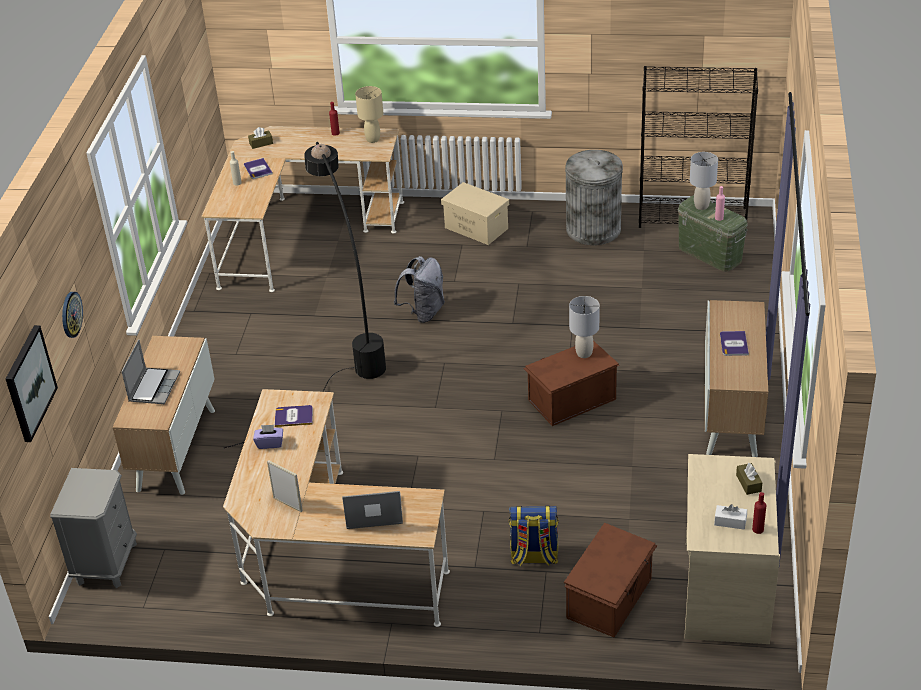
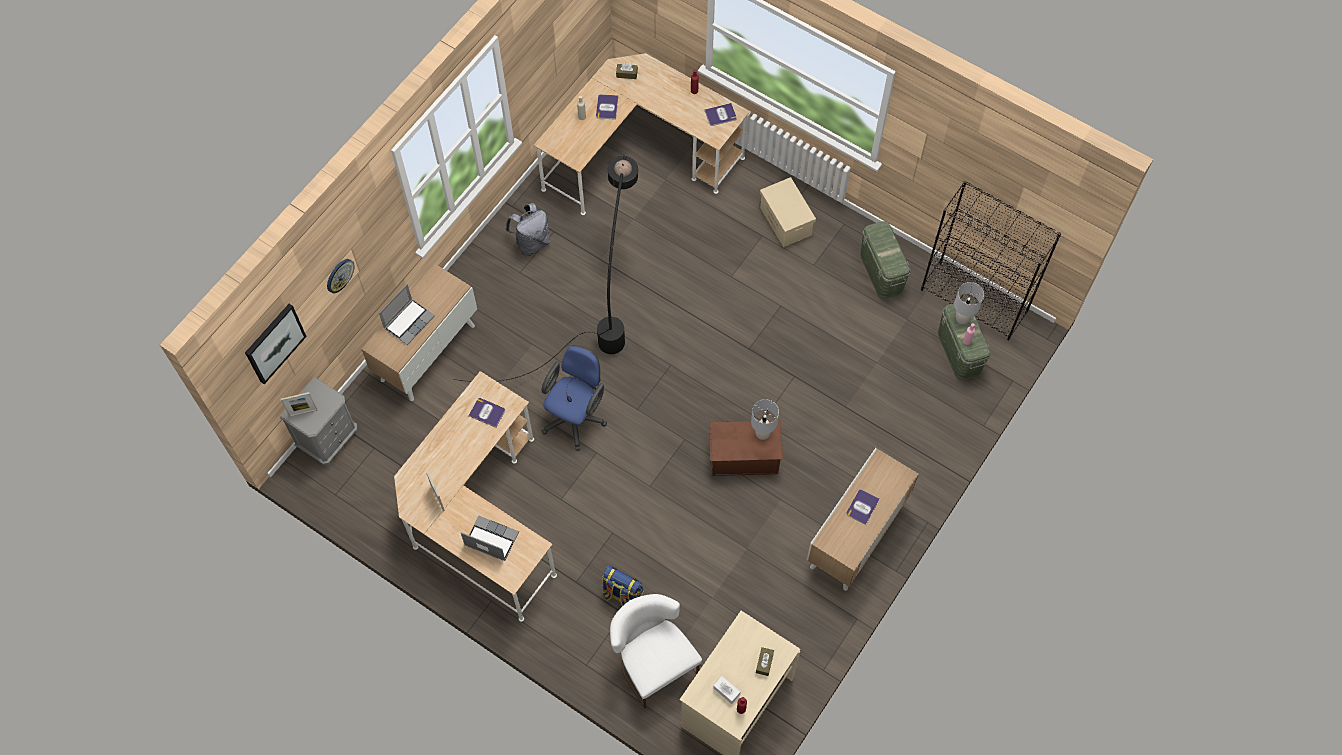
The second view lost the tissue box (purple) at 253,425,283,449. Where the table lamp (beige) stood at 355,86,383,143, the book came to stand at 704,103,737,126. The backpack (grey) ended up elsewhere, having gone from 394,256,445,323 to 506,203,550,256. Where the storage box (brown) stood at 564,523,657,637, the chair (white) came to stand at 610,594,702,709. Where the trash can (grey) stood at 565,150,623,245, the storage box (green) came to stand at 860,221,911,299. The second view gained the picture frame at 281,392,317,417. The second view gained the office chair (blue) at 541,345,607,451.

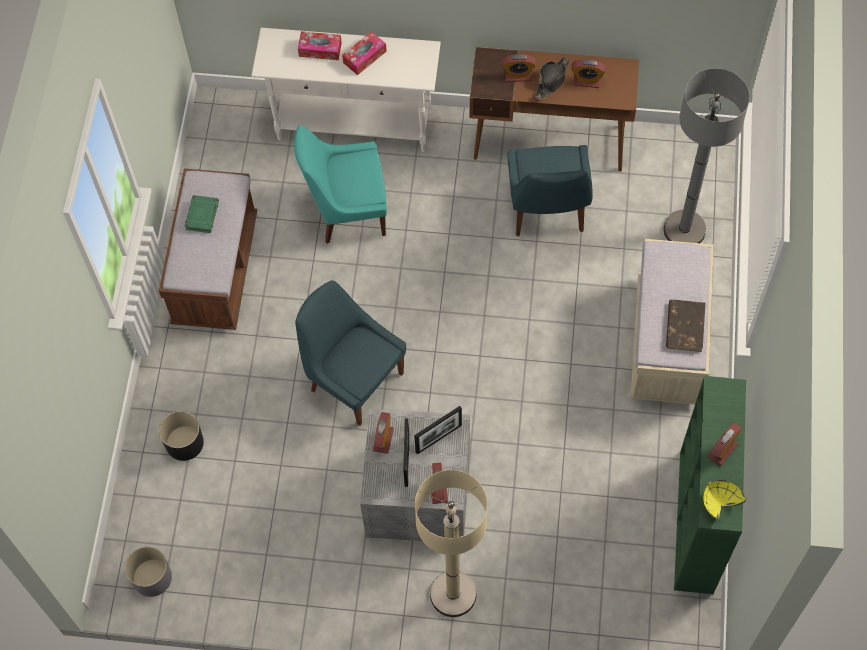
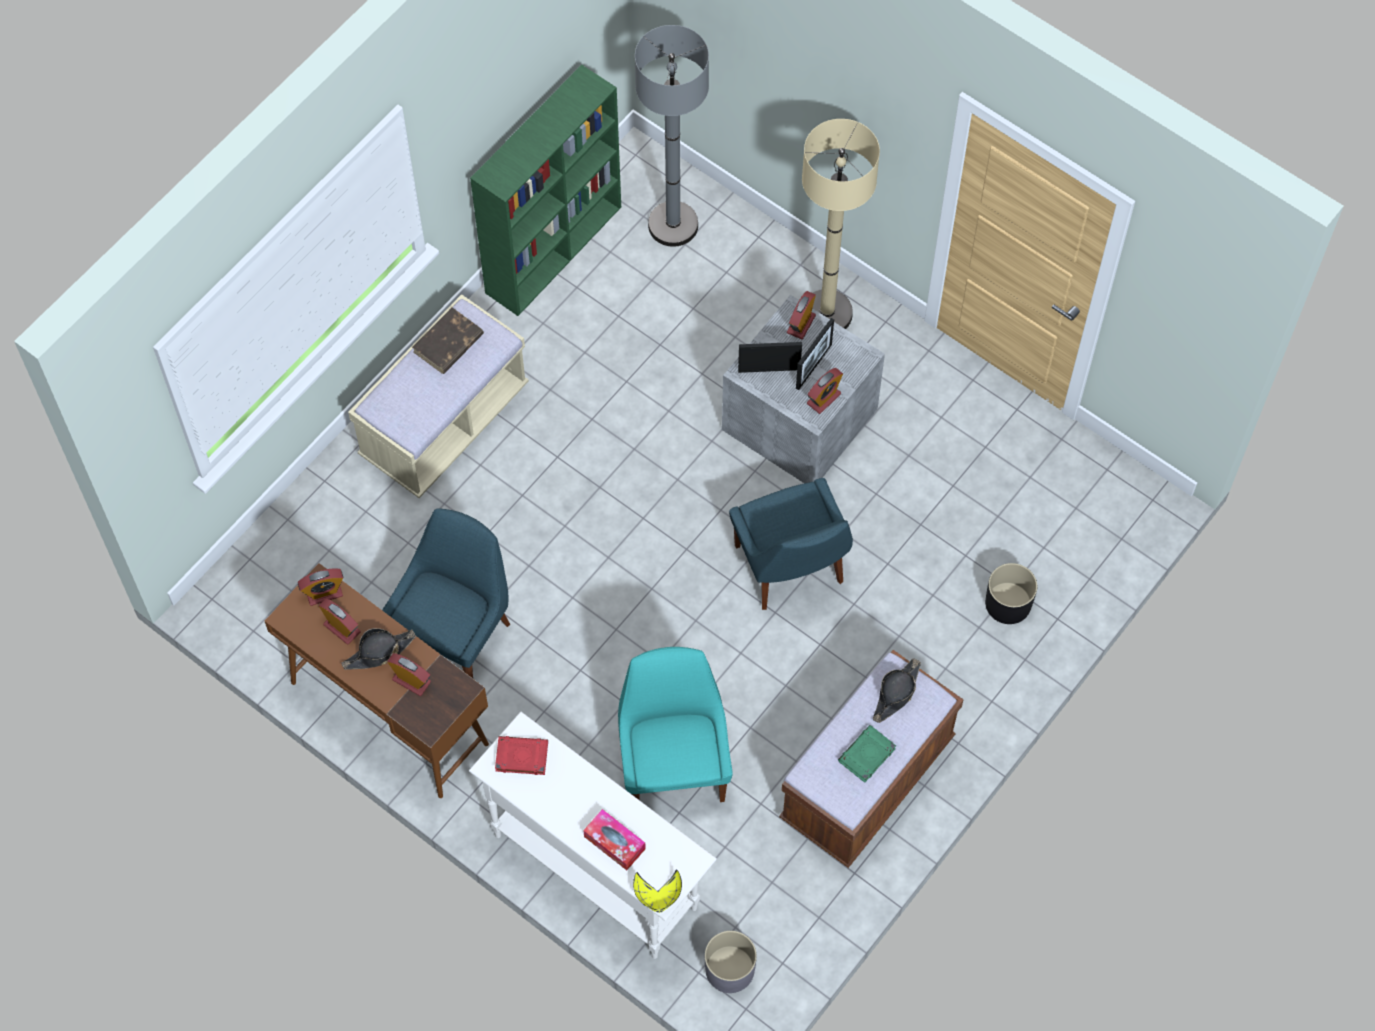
The planter (grey) ended up elsewhere, having gone from 125,546,172,597 to 705,931,757,993. The chair (turquoise) at 294,125,387,244 ended up facing another way, 120 degrees counterclockwise from before. The second view lost the tissue box at 342,31,387,75. The floor lamp (grey) ended up elsewhere, having gone from 664,68,750,243 to 635,25,709,247. The bowl (yellow) ended up elsewhere, having gone from 703,480,746,520 to 633,869,682,913. The alarm clock ended up elsewhere, having gone from 707,423,742,466 to 298,569,344,606. The second view gained the book (red) at 495,736,548,775. The second view gained the hat (black) at 873,658,921,723.

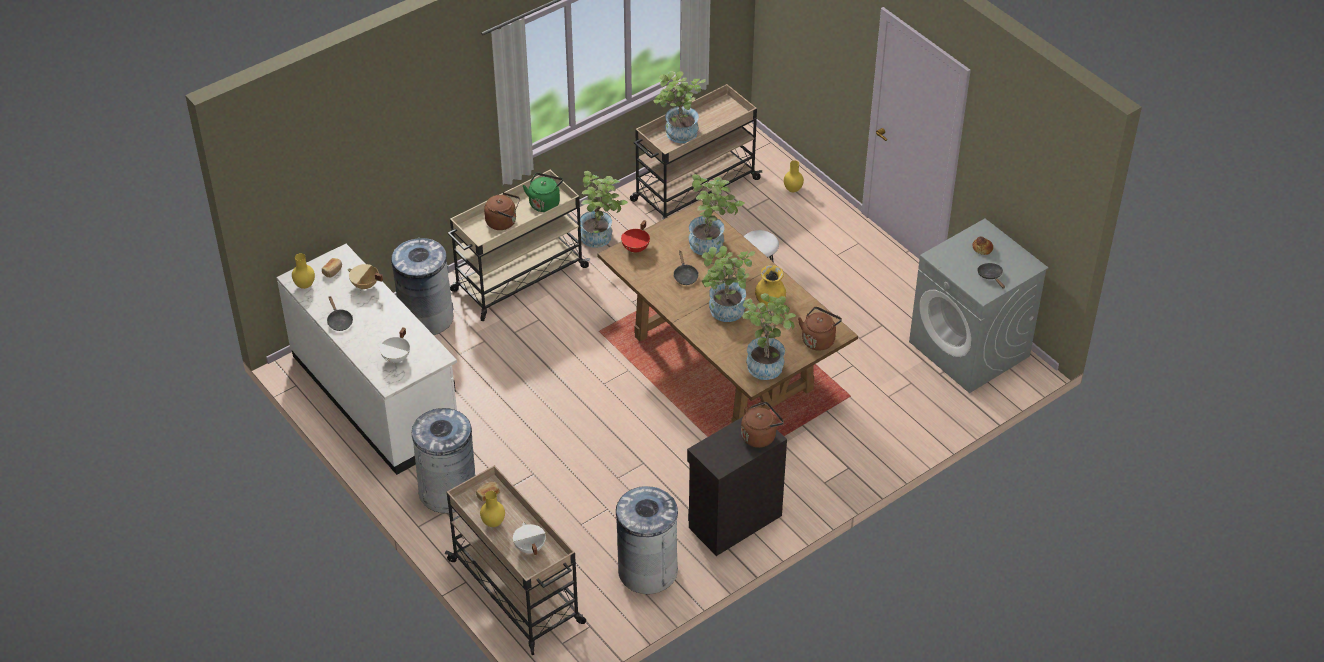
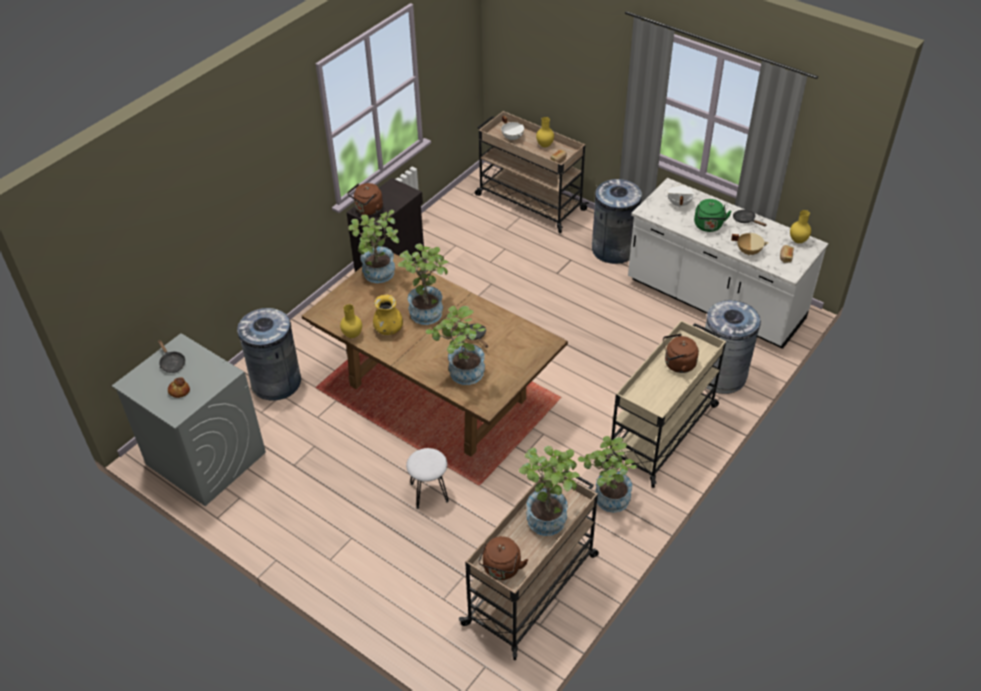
The kettle (green) ended up elsewhere, having gone from 523,173,563,212 to 694,199,732,232. The trash can (grey) ended up elsewhere, having gone from 616,486,678,594 to 237,308,301,401. The second view lost the cooking pot (red) at 621,220,650,253. The vase (yellow) ended up elsewhere, having gone from 784,160,804,192 to 340,304,362,338. The kettle (brown) ended up elsewhere, having gone from 798,307,842,351 to 478,536,528,580.

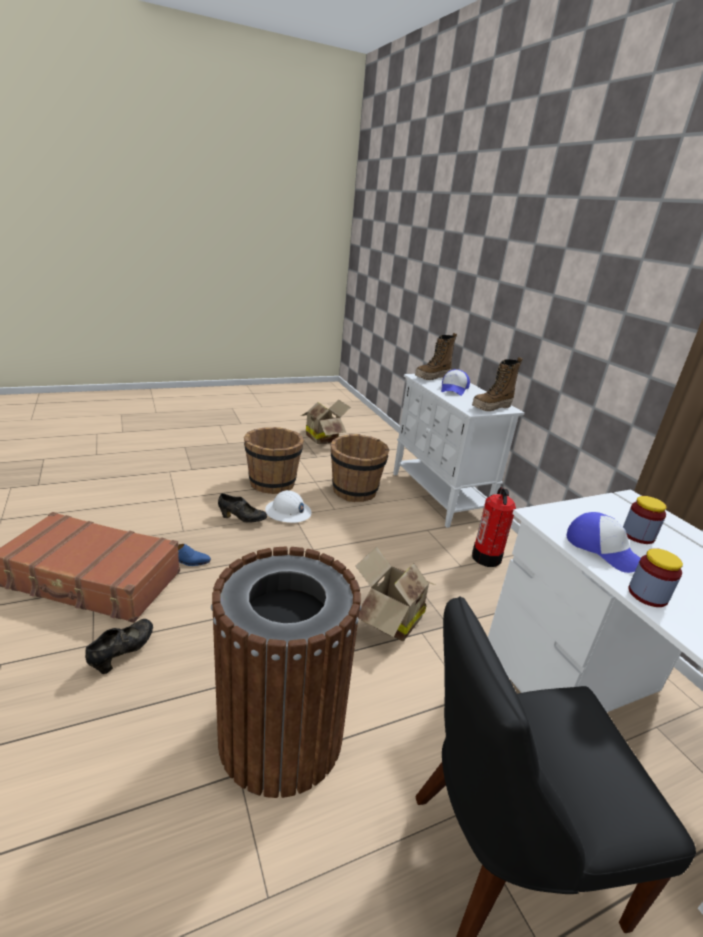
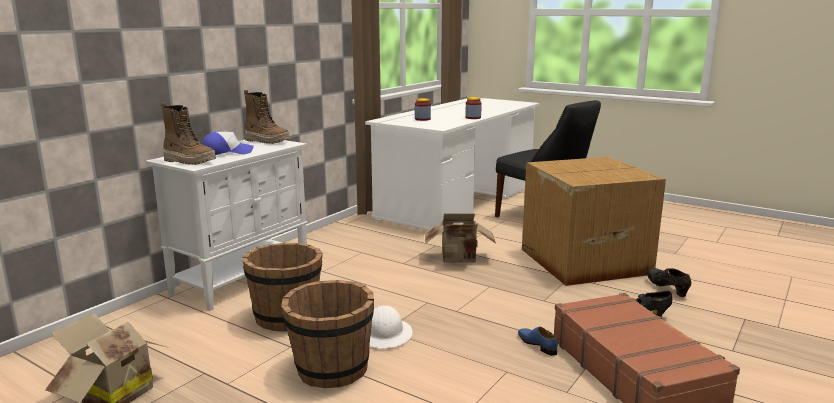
Where the trash can (brown) stood at 211,547,361,798, the cardboard box came to stand at 522,157,666,286. The shoe (black) ended up elsewhere, having gone from 218,493,267,523 to 647,268,691,297. The second view lost the fire extinguisher at 472,487,516,567. The second view lost the cap at 566,512,641,573.

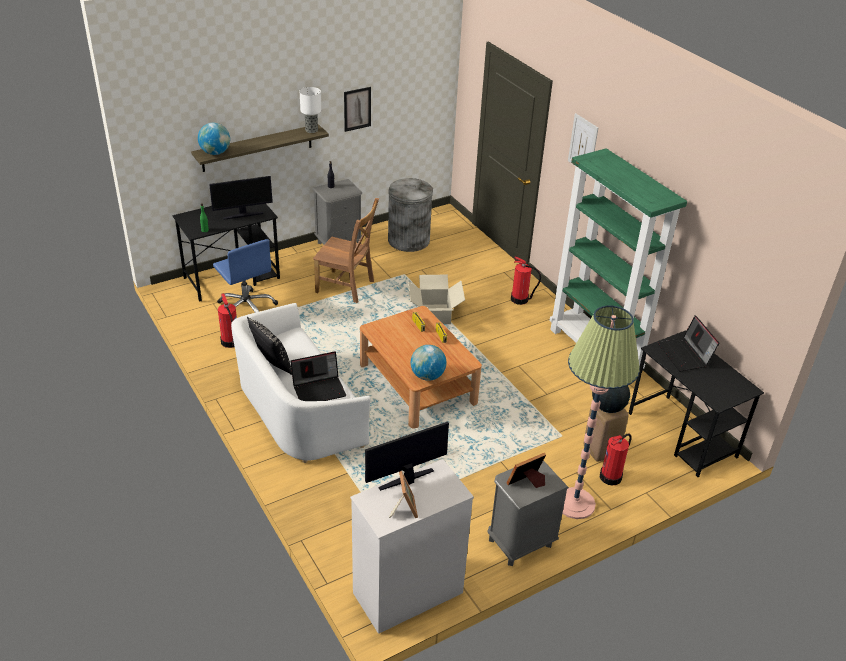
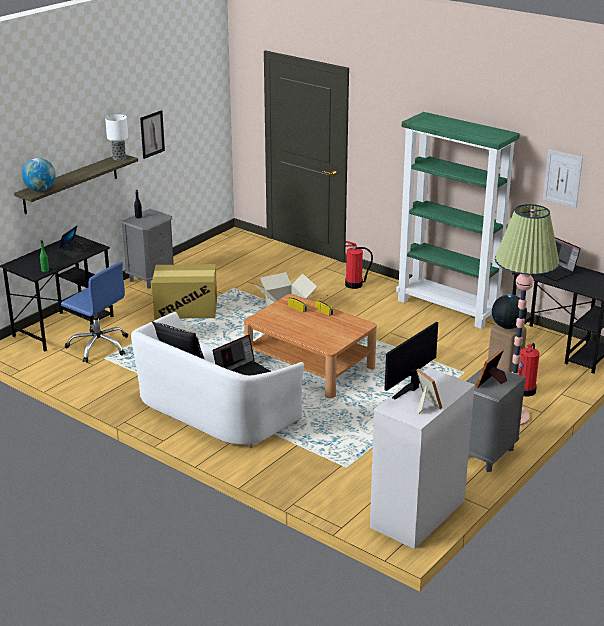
Where the monitor stood at 209,176,273,220, the laptop came to stand at 58,225,88,259. The second view lost the fire extinguisher at 218,293,237,348. Where the chair (brown) stood at 313,198,379,303, the cardboard box came to stand at 152,264,217,319. The second view lost the trash can (grey) at 388,178,433,252. The second view lost the globe at 411,345,446,381. The picture ended up elsewhere, having gone from 568,113,598,166 to 543,149,583,208.

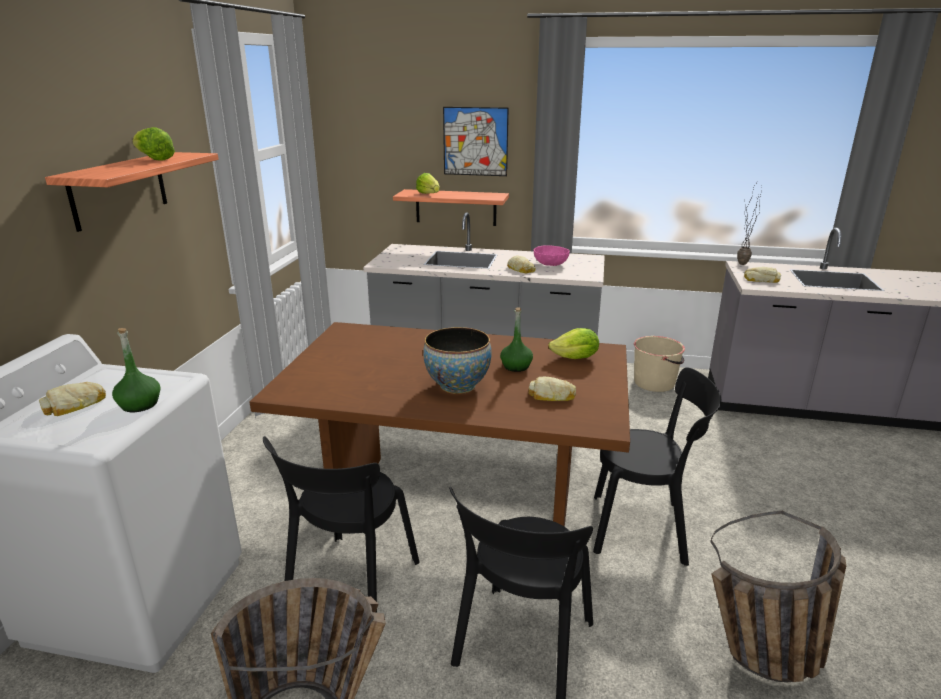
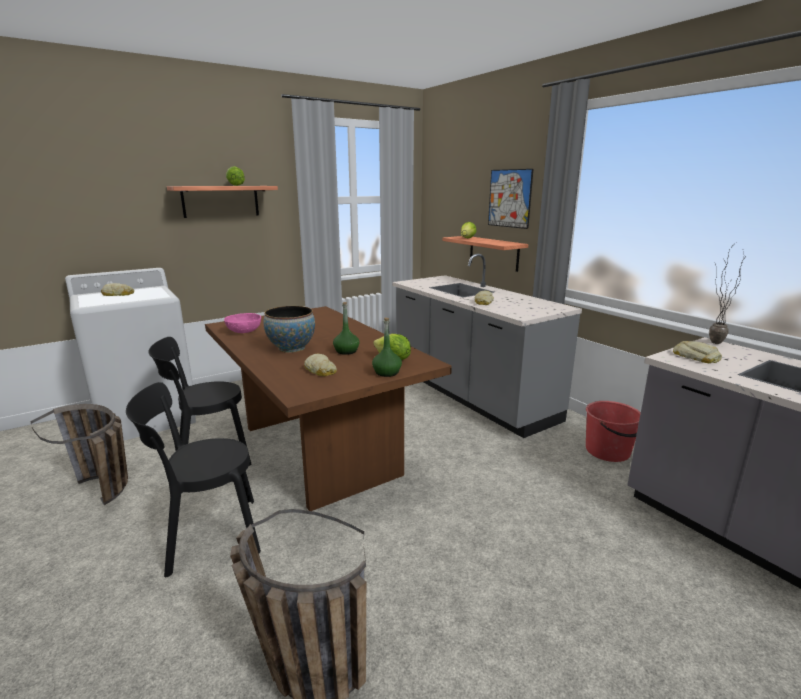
The bottle (green) ended up elsewhere, having gone from 112,328,161,412 to 372,318,402,377. The bowl (pink) ended up elsewhere, having gone from 534,245,570,266 to 224,313,261,333. The second view lost the chair (black) at 593,367,721,566. What was the bucket (beige) at 634,336,685,392 turned into the bucket (red) at 586,401,641,462.

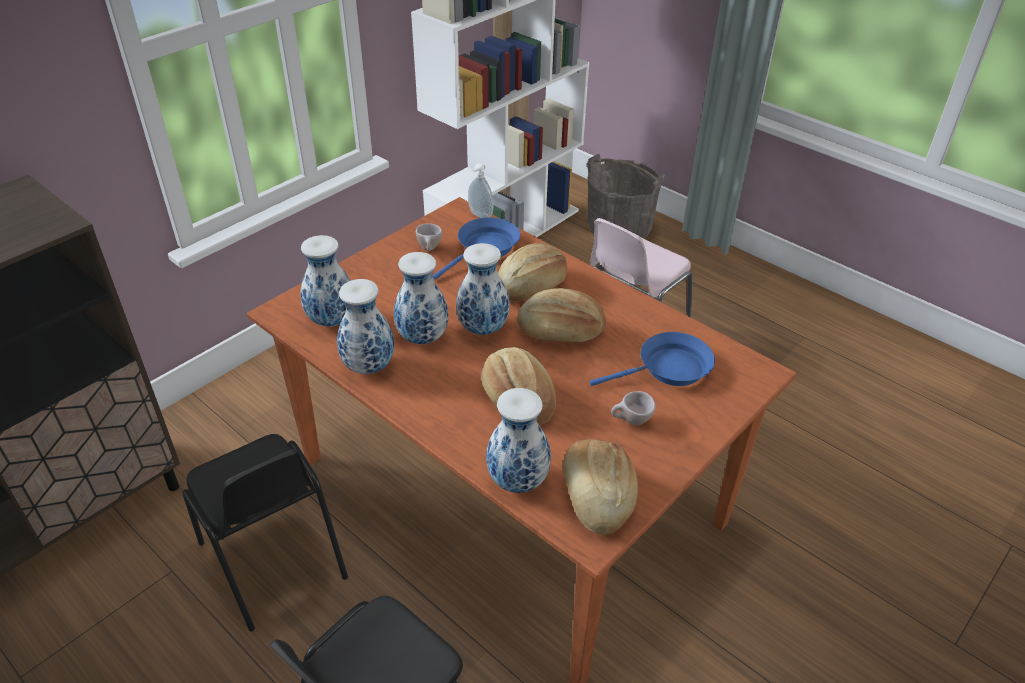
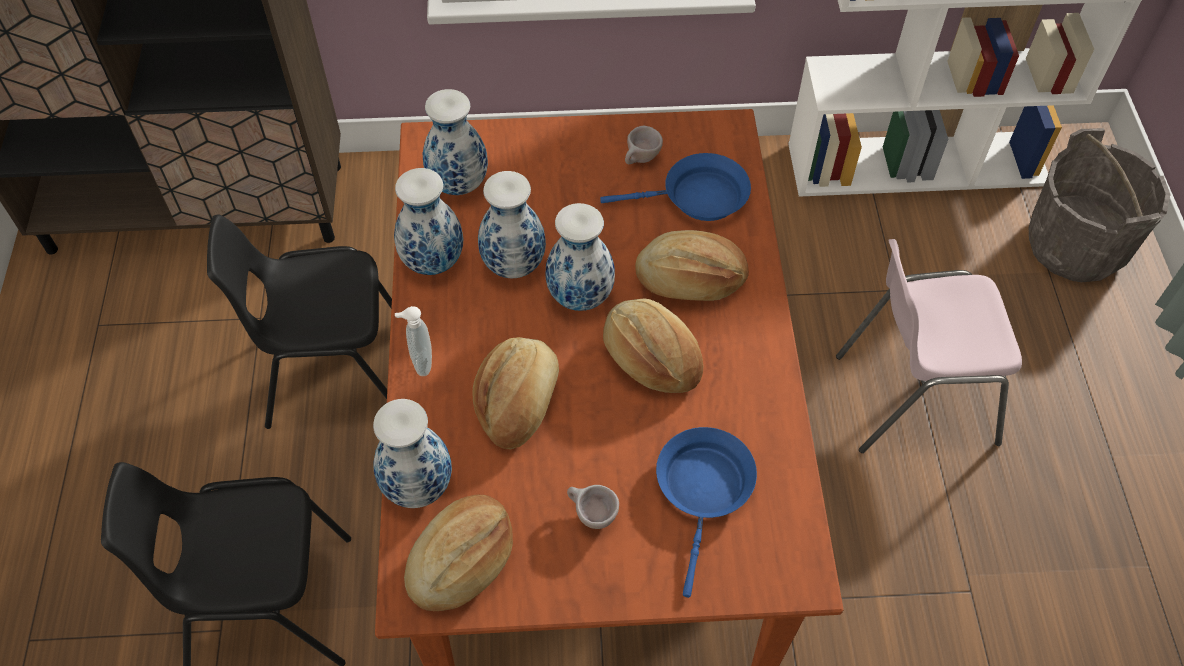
The chair (black) at 182,434,348,632 ended up facing another way, 75 degrees clockwise from before. The soap dispenser ended up elsewhere, having gone from 468,163,494,218 to 395,306,432,376. The frying pan (blue) at 590,332,715,386 ended up facing another way, 105 degrees counterclockwise from before.

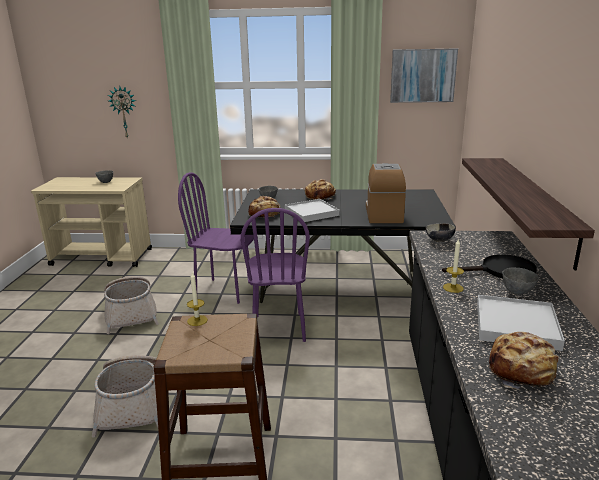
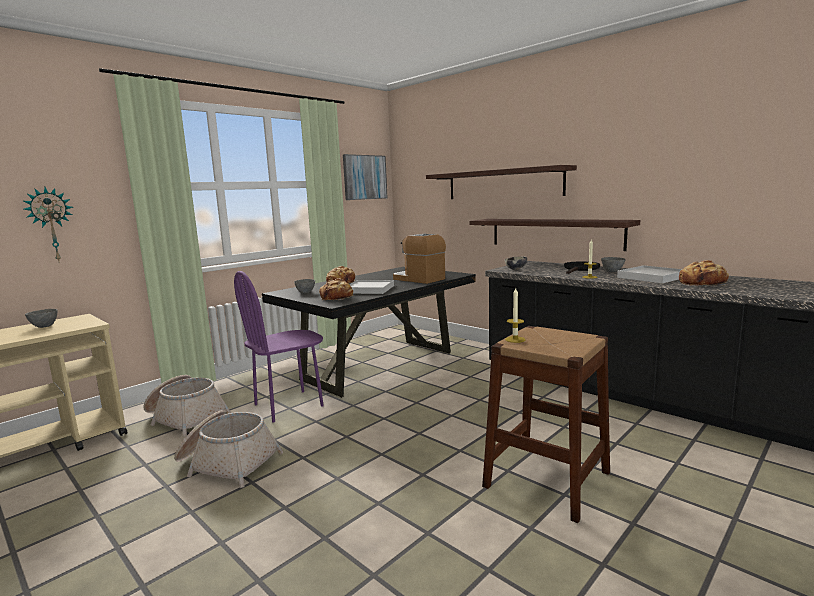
The basket ended up elsewhere, having gone from 92,355,158,438 to 144,375,231,437. The second view lost the chair (purple) at 241,208,310,342. The second view gained the shelf at 426,165,577,199.

